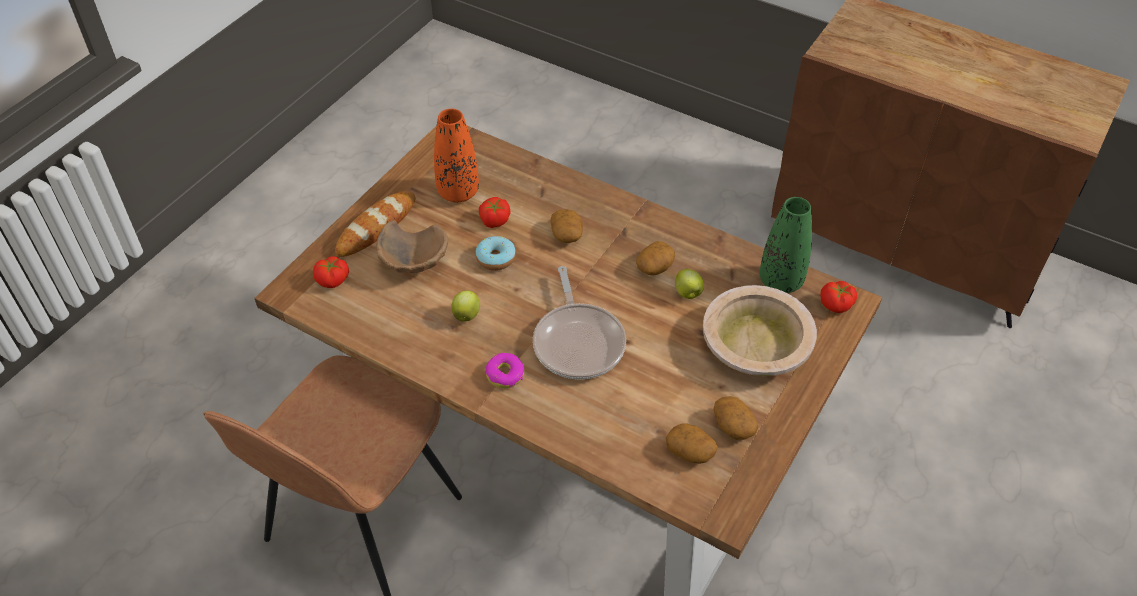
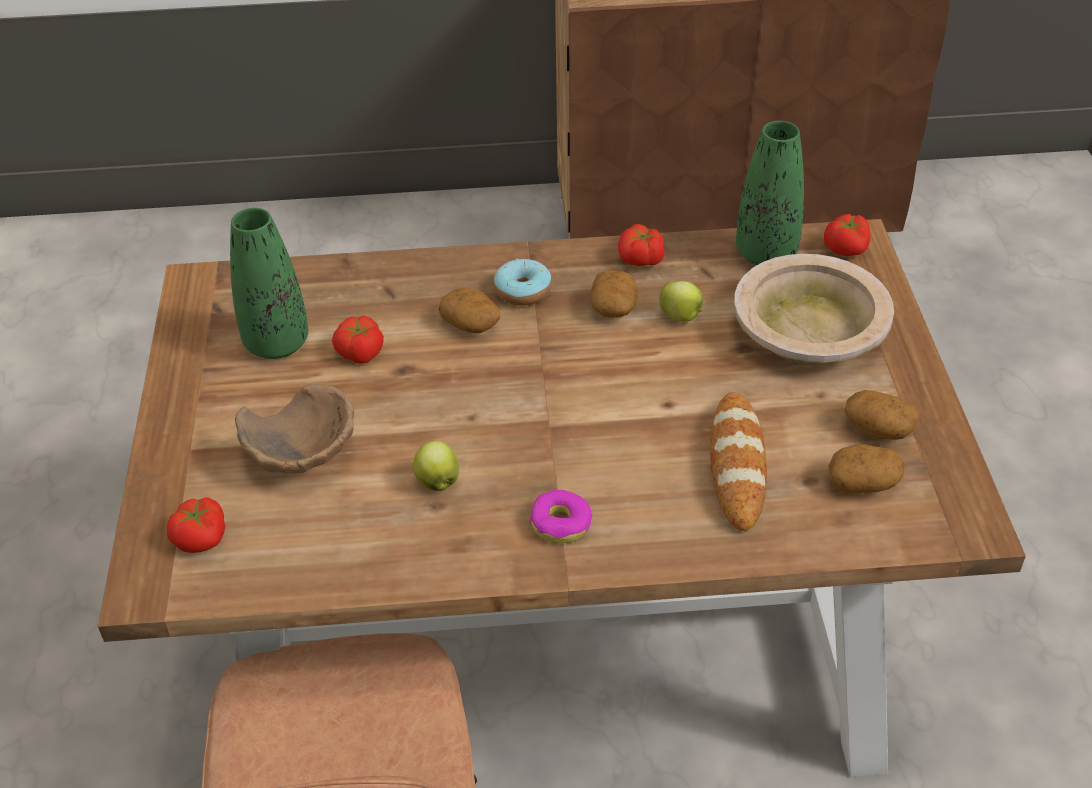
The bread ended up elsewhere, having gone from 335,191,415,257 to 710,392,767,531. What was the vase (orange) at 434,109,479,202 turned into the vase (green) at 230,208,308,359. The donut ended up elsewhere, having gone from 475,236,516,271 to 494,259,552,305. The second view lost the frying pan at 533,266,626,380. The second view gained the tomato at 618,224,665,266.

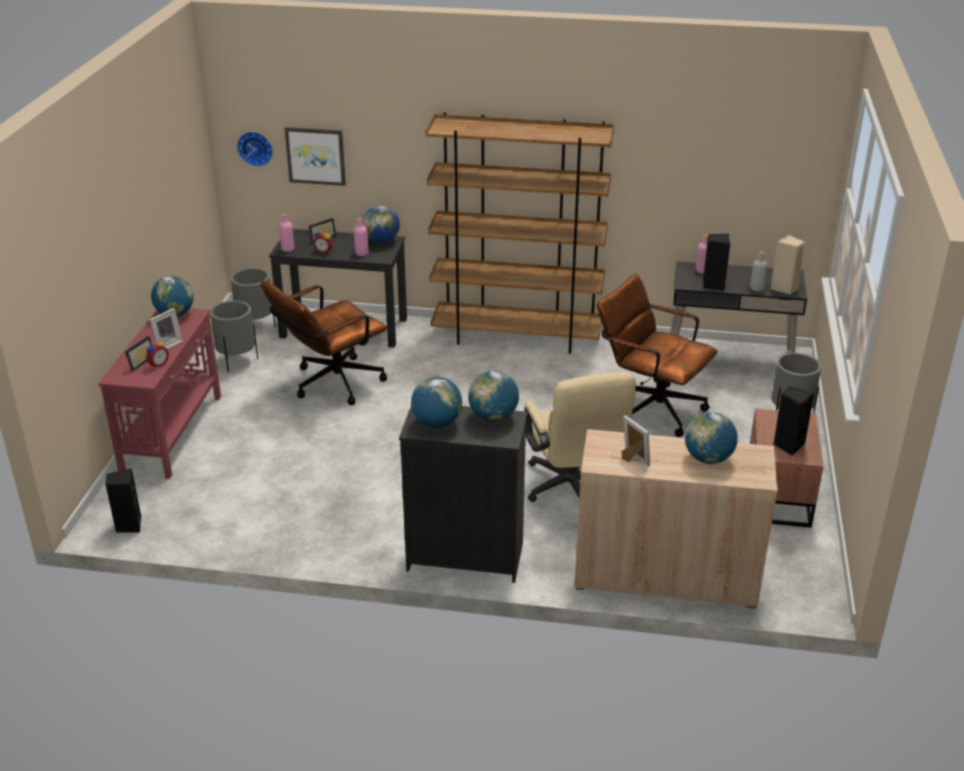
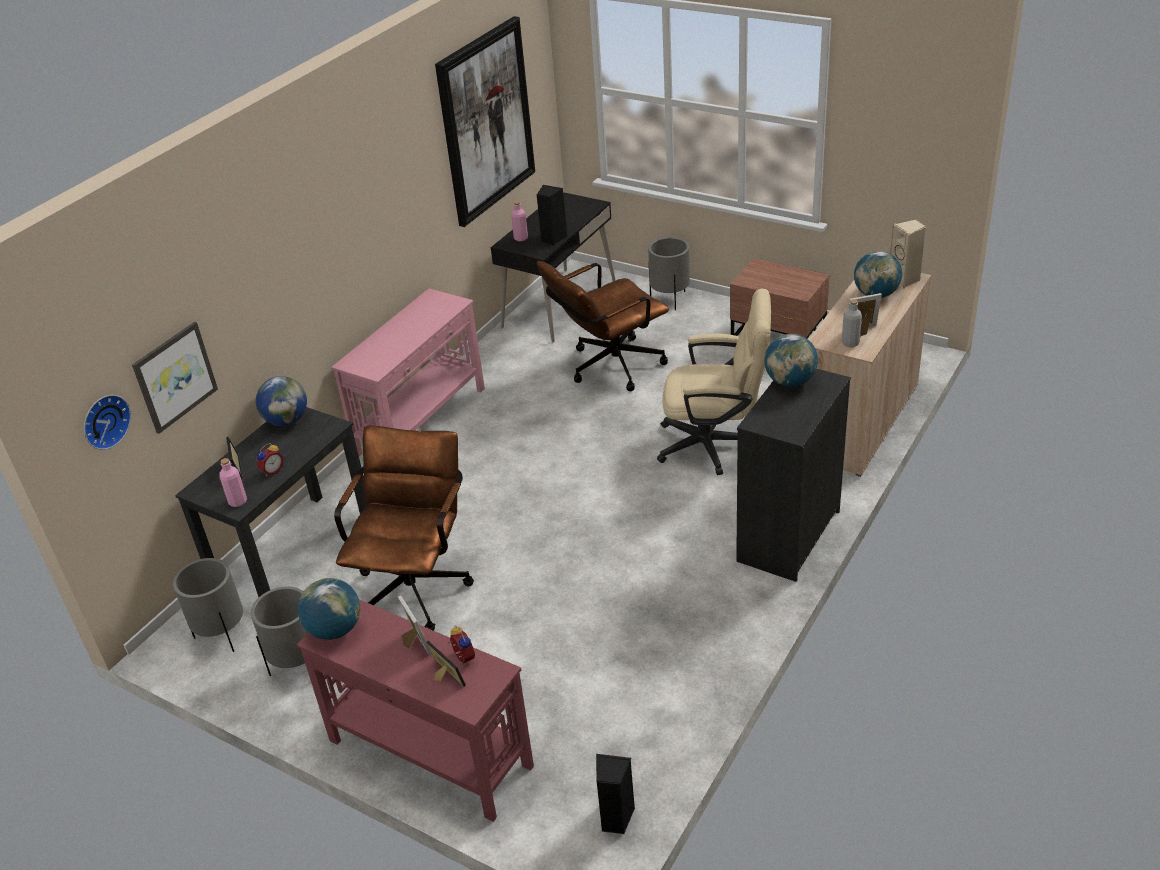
The office chair (brown) at 261,281,387,405 ended up facing another way, 150 degrees counterclockwise from before. The second view lost the bottle (pink) at 354,218,369,256. The second view lost the globe at 411,377,462,428. Where the bookcase (brown) stood at 426,112,614,354, the console table (pink) came to stand at 331,289,485,456. The bottle (grey) ended up elsewhere, having gone from 750,252,767,291 to 842,299,862,347. The speaker (beige) ended up elsewhere, having gone from 771,235,805,294 to 890,219,926,289. The second view lost the speaker (black) at 773,386,814,456. The second view gained the picture at 435,16,535,227.

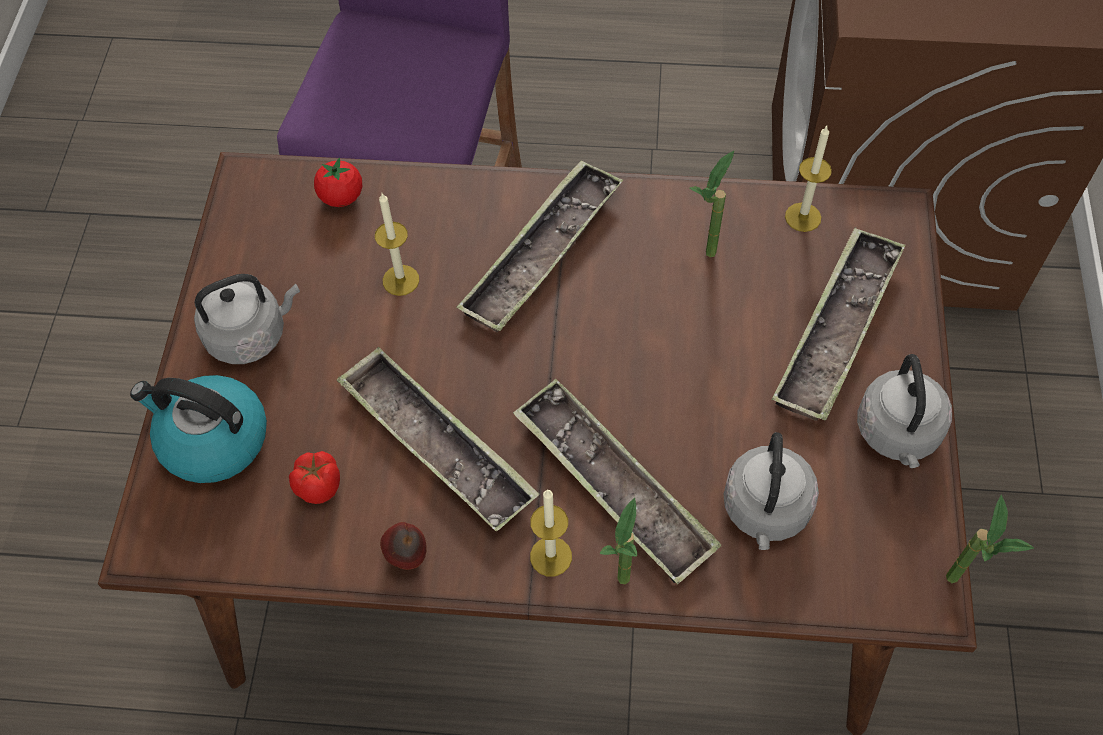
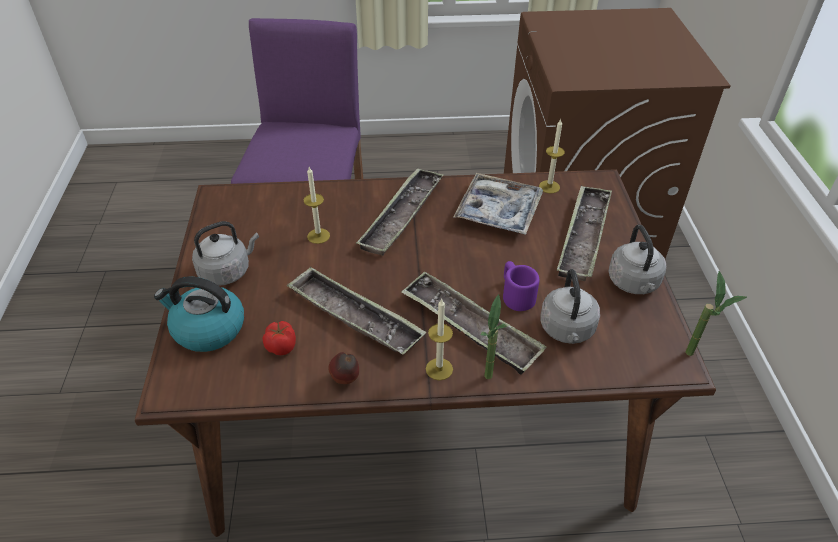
The second view lost the tomato at 314,158,362,207. Where the potted plant stood at 690,151,734,257, the tray came to stand at 454,173,543,235. The second view gained the mug (purple) at 503,261,540,311.

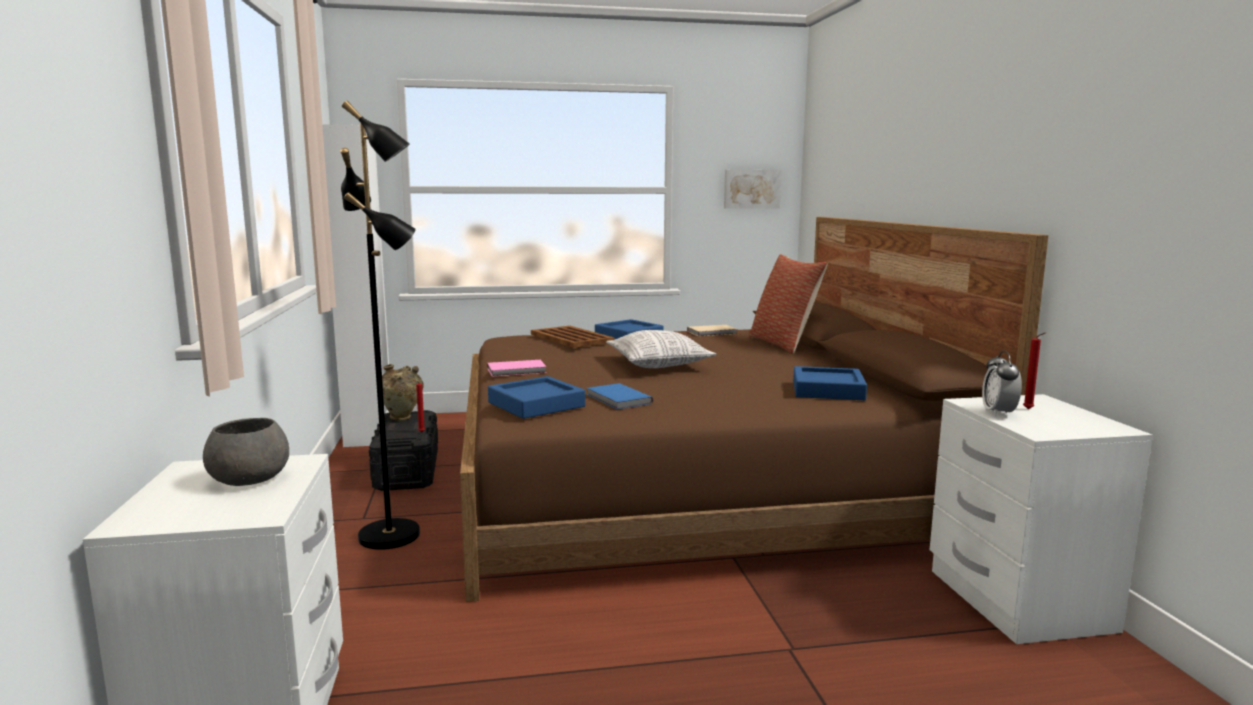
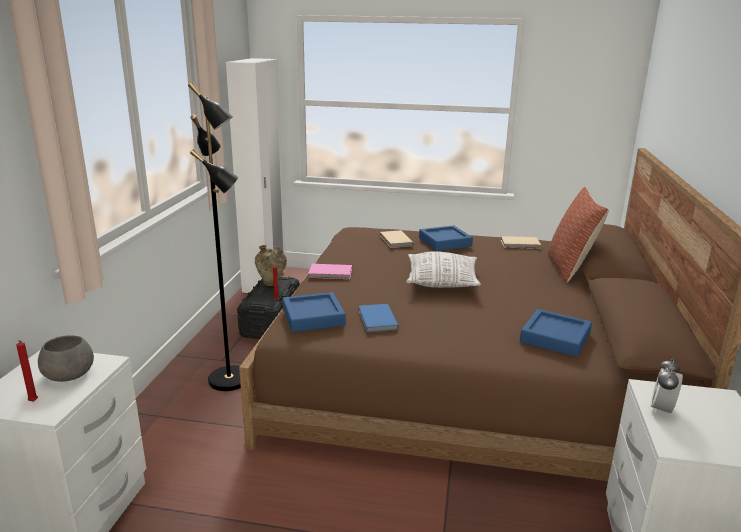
Where the tray (brown) stood at 531,326,614,348, the book (beige) came to stand at 380,230,414,248. The second view lost the picture at 724,169,782,209. The candle (red) ended up elsewhere, having gone from 1023,332,1046,409 to 16,340,38,402.

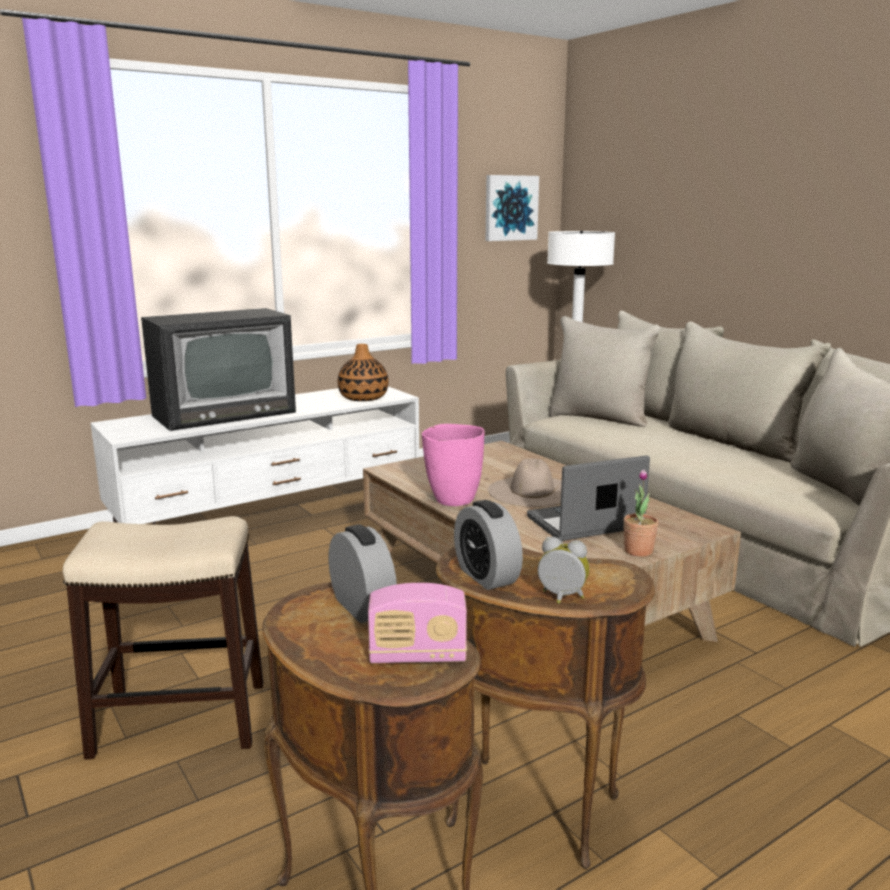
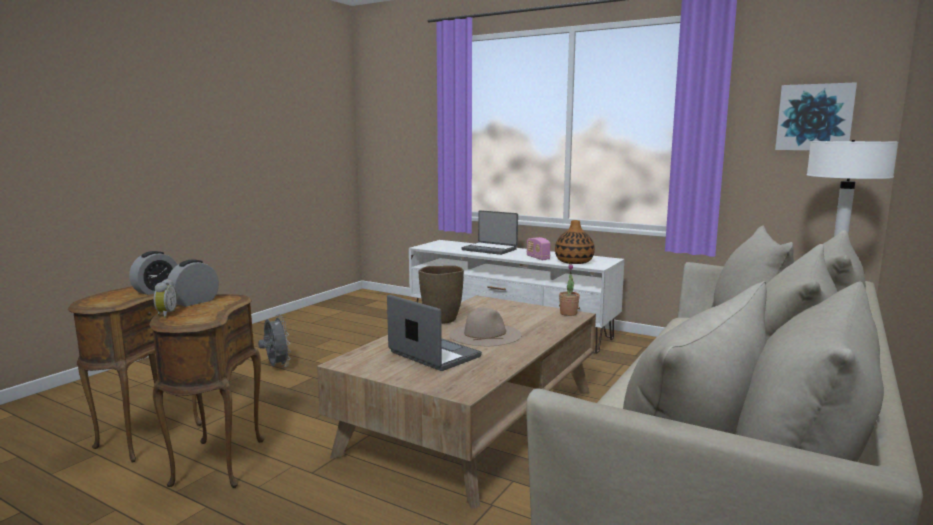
Where the stool stood at 63,516,264,760, the fan (grey) came to stand at 258,314,291,367. Where the television stood at 141,308,296,431, the laptop came to stand at 461,210,518,255. The radio ended up elsewhere, having gone from 368,583,467,663 to 527,237,551,260. What was the vase (pink) at 422,424,485,506 turned into the vase (brown) at 419,266,464,324. The potted plant ended up elsewhere, having gone from 623,469,659,557 to 559,264,580,316.

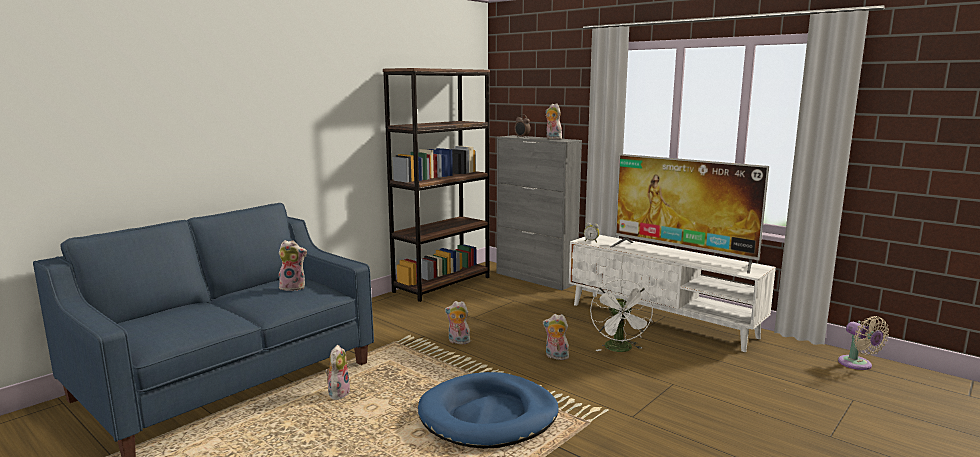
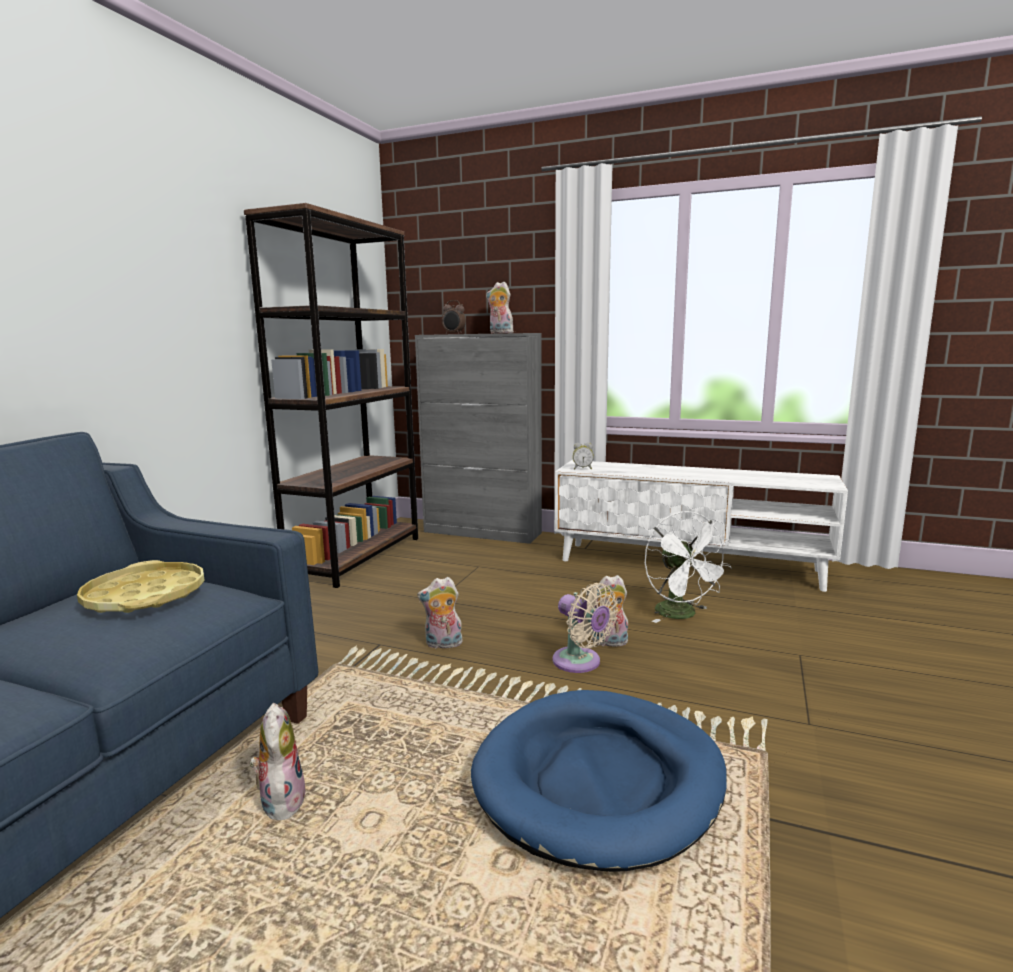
Where the plush toy stood at 279,240,307,291, the tray (yellow) came to stand at 77,560,205,613. The second view lost the television at 610,154,769,274. The fan (beige) ended up elsewhere, having gone from 838,316,889,370 to 553,583,618,673.

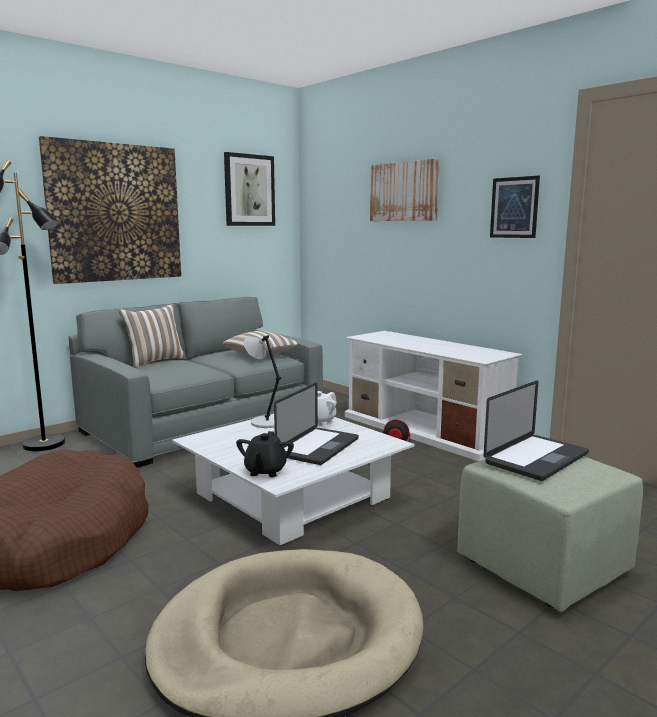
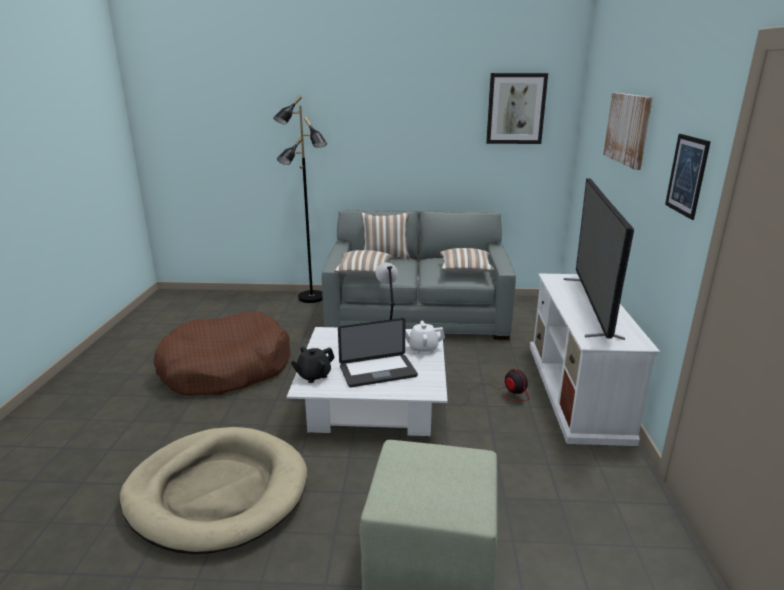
The second view lost the picture at 39,136,181,284. The second view lost the laptop at 484,380,589,481. The second view gained the pillow at 334,250,393,276. The second view gained the television at 564,178,634,340.

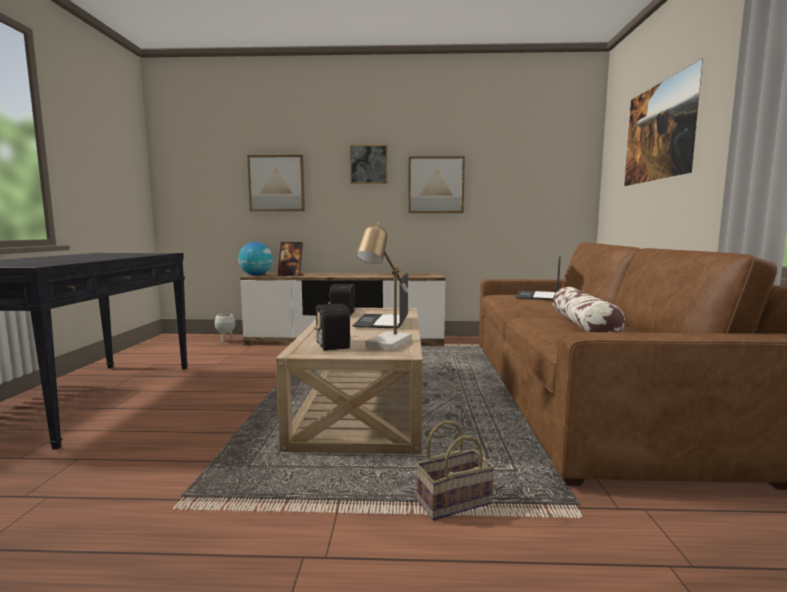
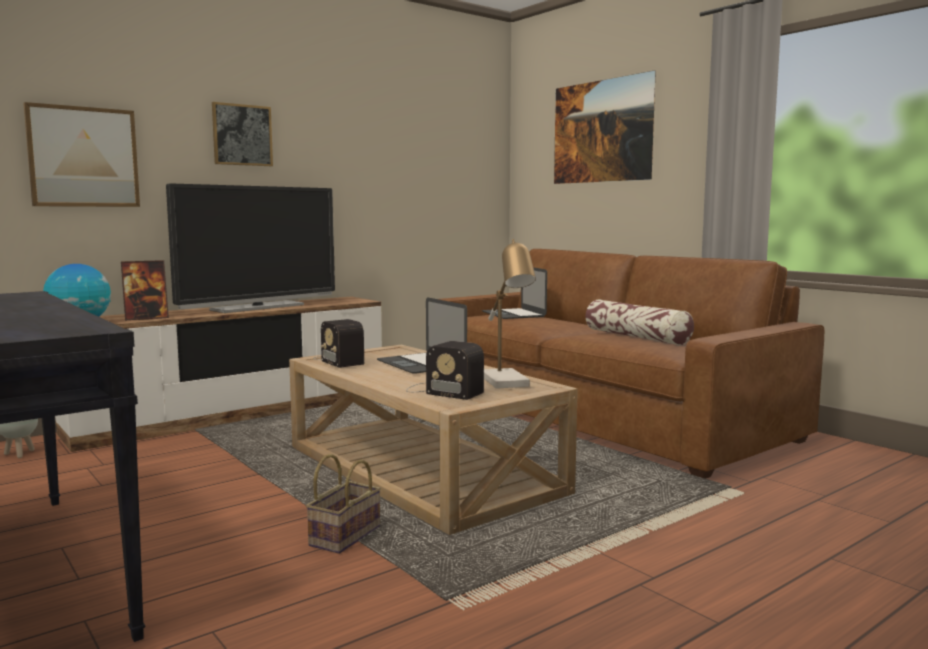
The second view lost the picture at 408,156,465,213. The basket ended up elsewhere, having gone from 416,421,495,521 to 306,454,381,554. The second view gained the television at 166,183,335,313.

